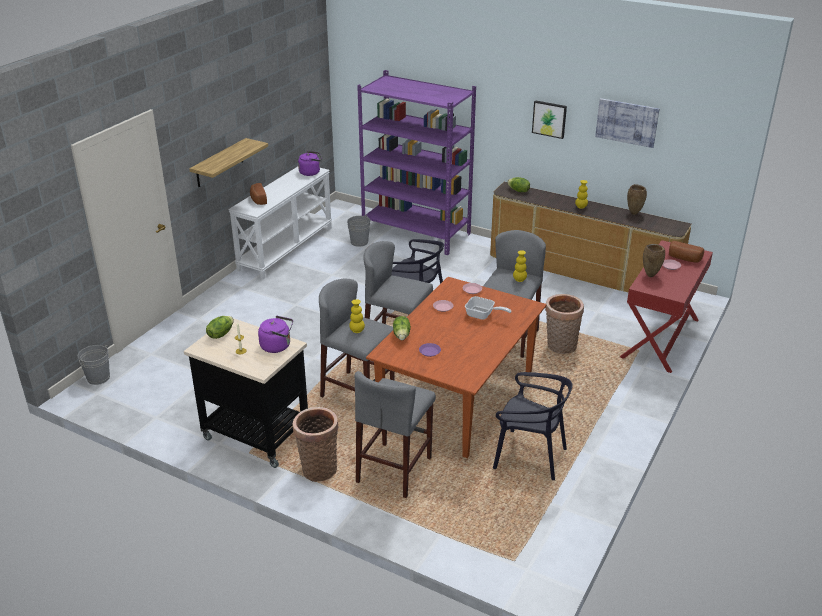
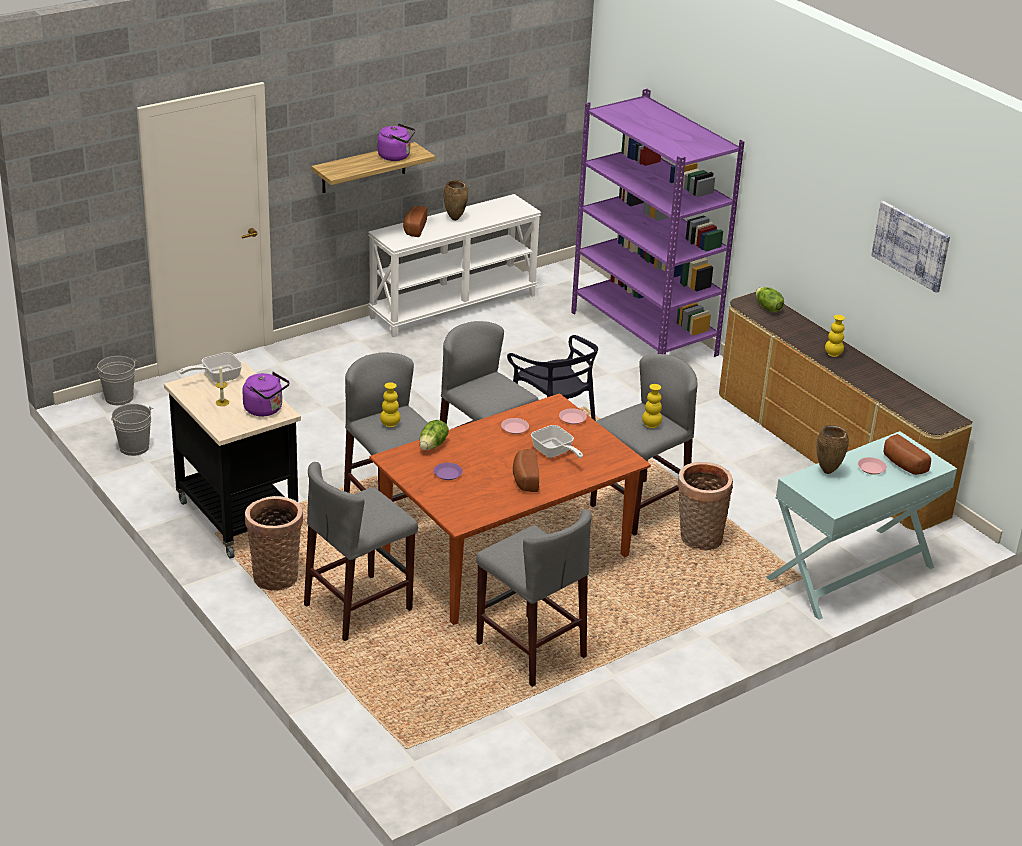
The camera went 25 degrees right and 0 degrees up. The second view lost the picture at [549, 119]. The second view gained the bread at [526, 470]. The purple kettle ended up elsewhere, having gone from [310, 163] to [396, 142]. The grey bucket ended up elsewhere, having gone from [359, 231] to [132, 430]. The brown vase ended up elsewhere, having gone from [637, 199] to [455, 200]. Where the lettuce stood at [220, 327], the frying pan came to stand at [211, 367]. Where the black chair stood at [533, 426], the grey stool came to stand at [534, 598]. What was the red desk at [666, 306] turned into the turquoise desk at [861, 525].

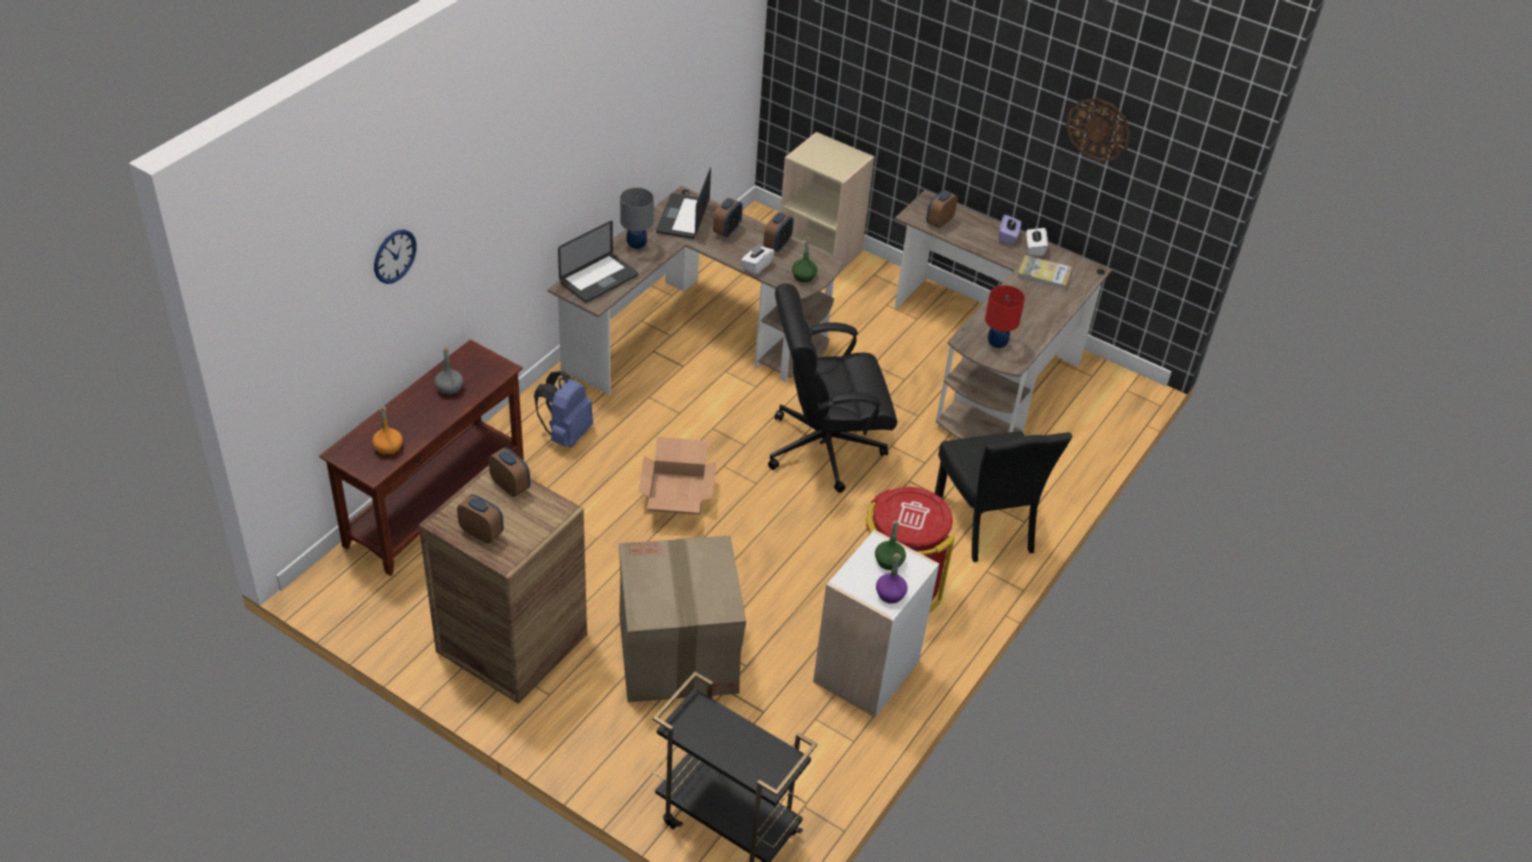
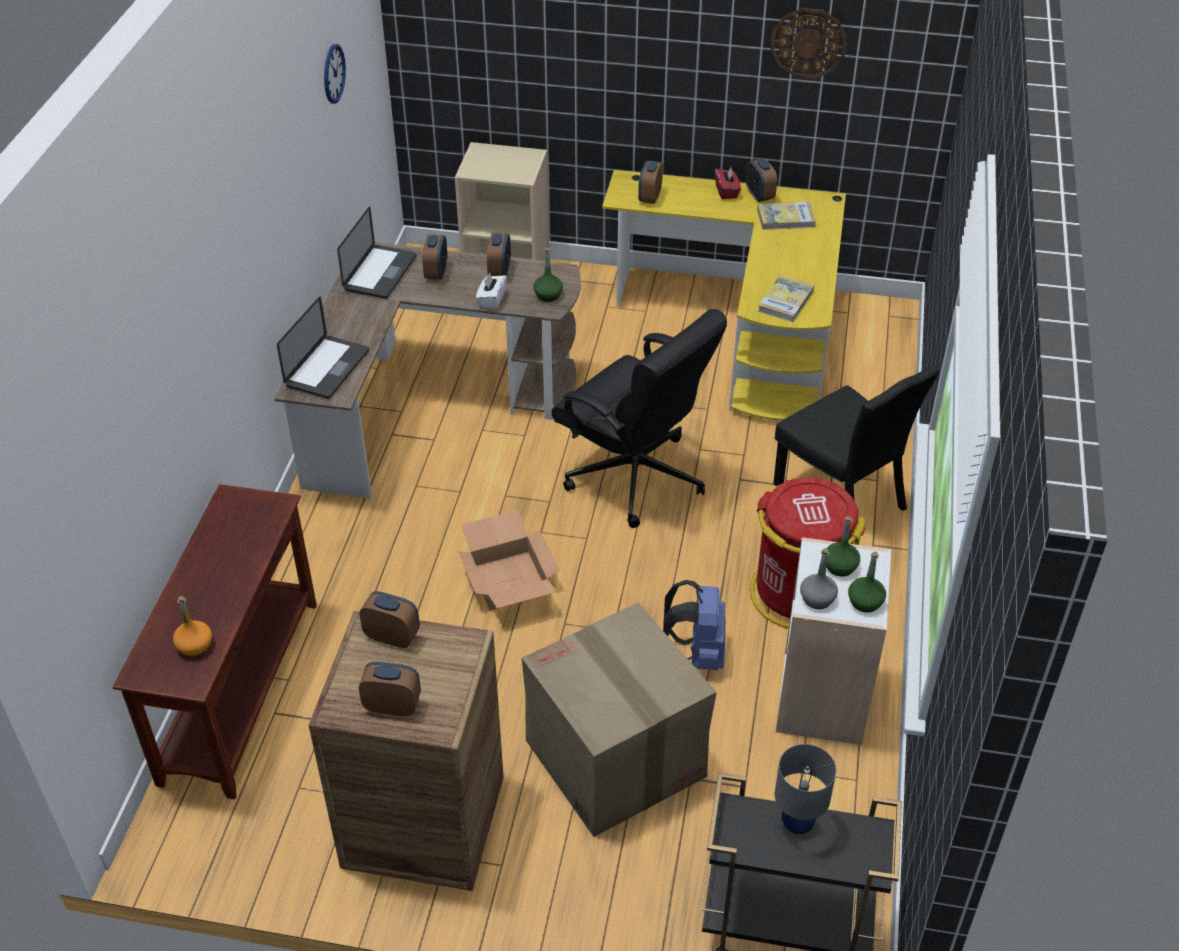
The camera went 20 degrees left and 0 degrees up. The wall clock ended up elsewhere, having gone from [395, 256] to [335, 74]. The grey bottle ended up elsewhere, having gone from [449, 371] to [819, 578]. The blue backpack ended up elsewhere, having gone from [563, 409] to [694, 625]. The grey table lamp ended up elsewhere, having gone from [637, 218] to [805, 789]. Where the red table lamp stood at [1005, 316], the book came to stand at [786, 298]. Where the white tissue box stood at [1037, 242], the alarm clock came to stand at [761, 180]. What was the purple bottle at [892, 578] turned into the green bottle at [867, 582]. What was the brown desk at [1003, 314] turned into the yellow desk at [724, 295]. What was the purple tissue box at [1010, 229] turned into the red tissue box at [728, 183]. The laptop at [683, 203] ended up facing another way, 150 degrees counterclockwise from before. The black office chair at [832, 388] ended up facing another way, 105 degrees counterclockwise from before.

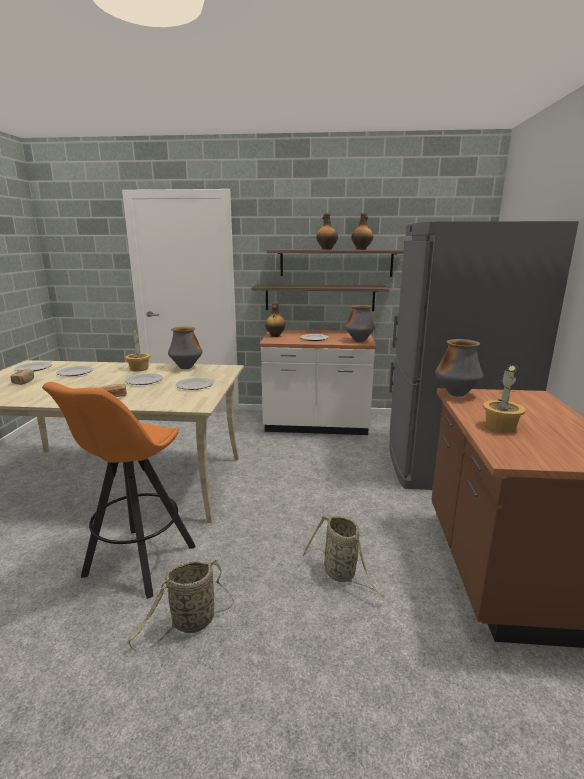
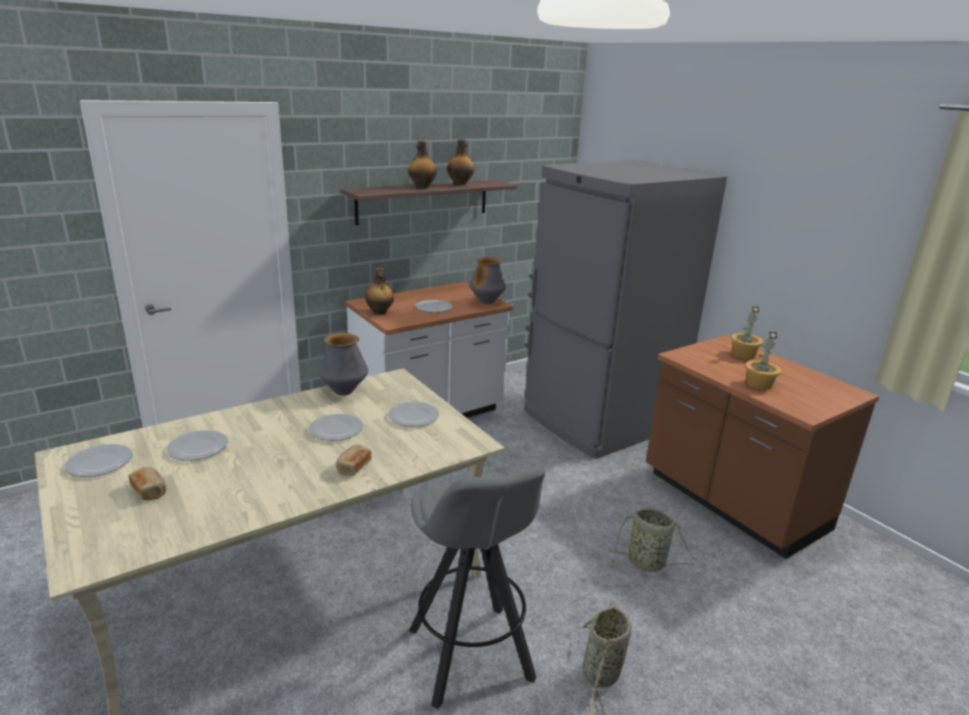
The camera went 40 degrees left and 5 degrees up. The second view lost the shelf at [320, 297]. The second view lost the vase at [459, 368]. The potted plant ended up elsewhere, having gone from [138, 350] to [747, 332]. What was the orange stool at [119, 490] turned into the grey stool at [477, 587].

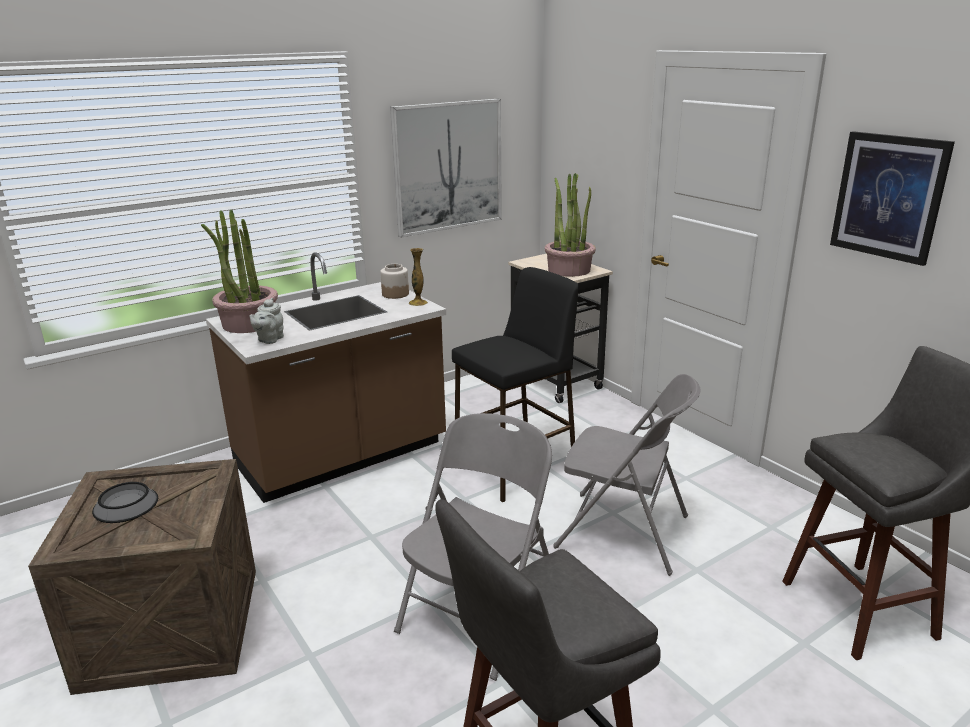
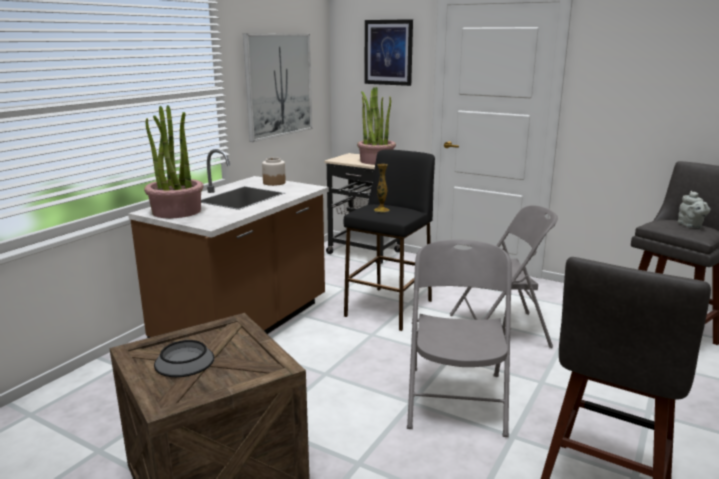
The camera went 25 degrees left and 5 degrees down. The grey teapot ended up elsewhere, having gone from [266, 321] to [694, 209]. The vase ended up elsewhere, having gone from [418, 277] to [381, 188]. The picture ended up elsewhere, having gone from [892, 198] to [389, 52].

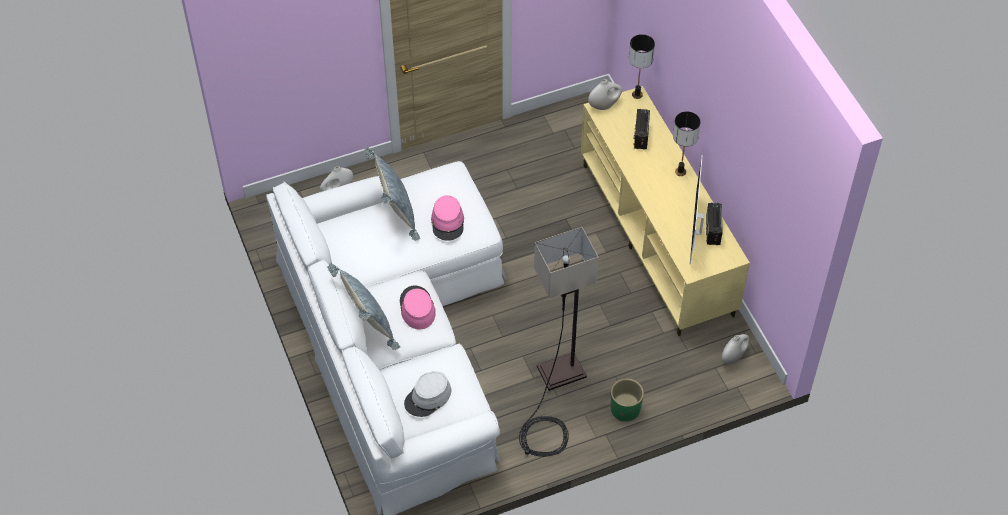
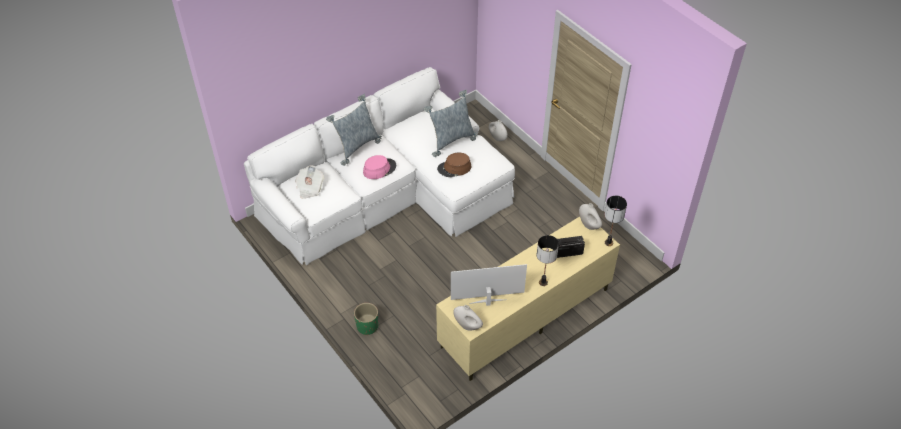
The camera went 75 degrees right and 5 degrees down. The second view lost the floor lamp at [559, 342]. The second view lost the radio at [714, 224]. The white vase ended up elsewhere, having gone from [735, 349] to [468, 318]. Where the grey hat stood at [427, 394], the newspaper came to stand at [309, 182]. What was the pink hat at [447, 218] turned into the brown hat at [454, 164].

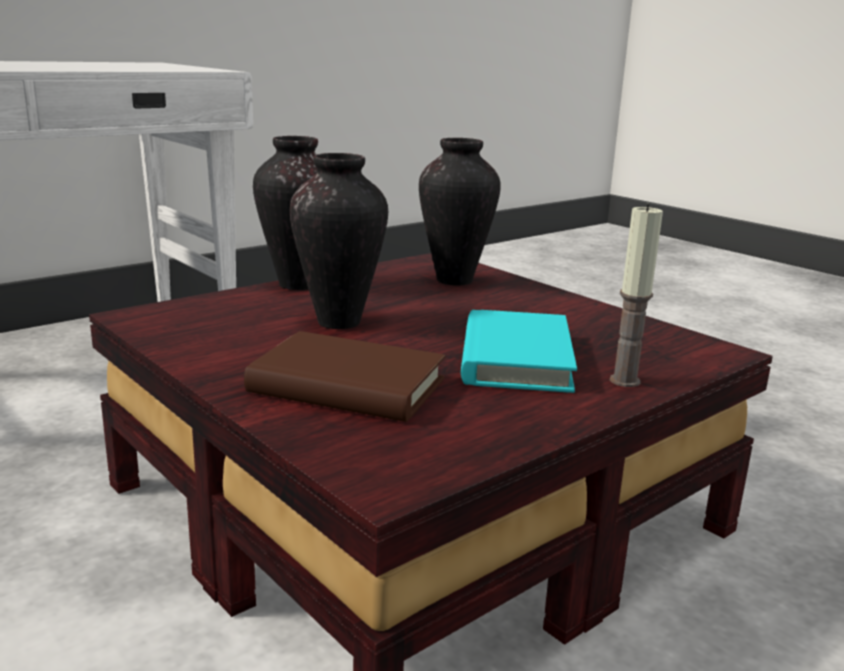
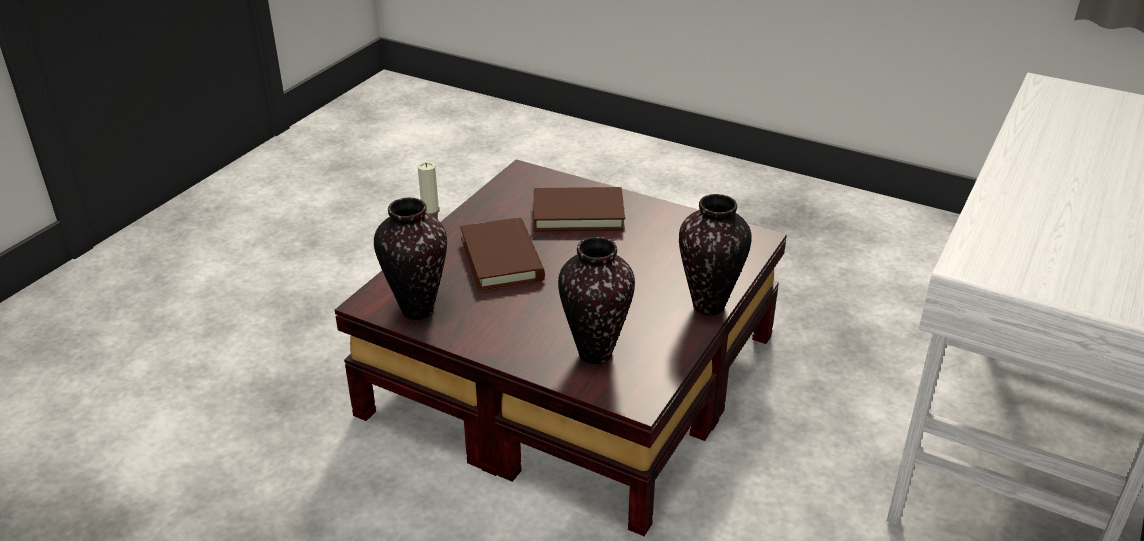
The camera went 160 degrees right and 15 degrees up. The vase ended up elsewhere, having gone from [339, 241] to [410, 259]. What was the turquoise book at [519, 351] turned into the brown book at [502, 254].

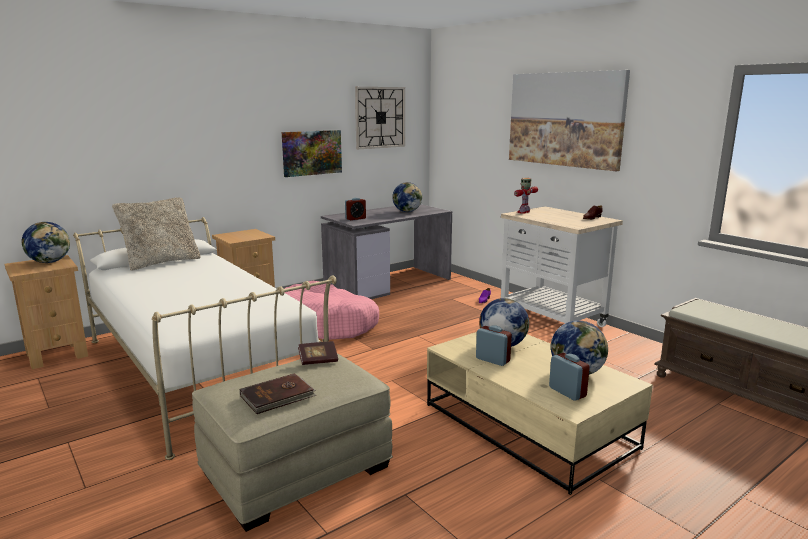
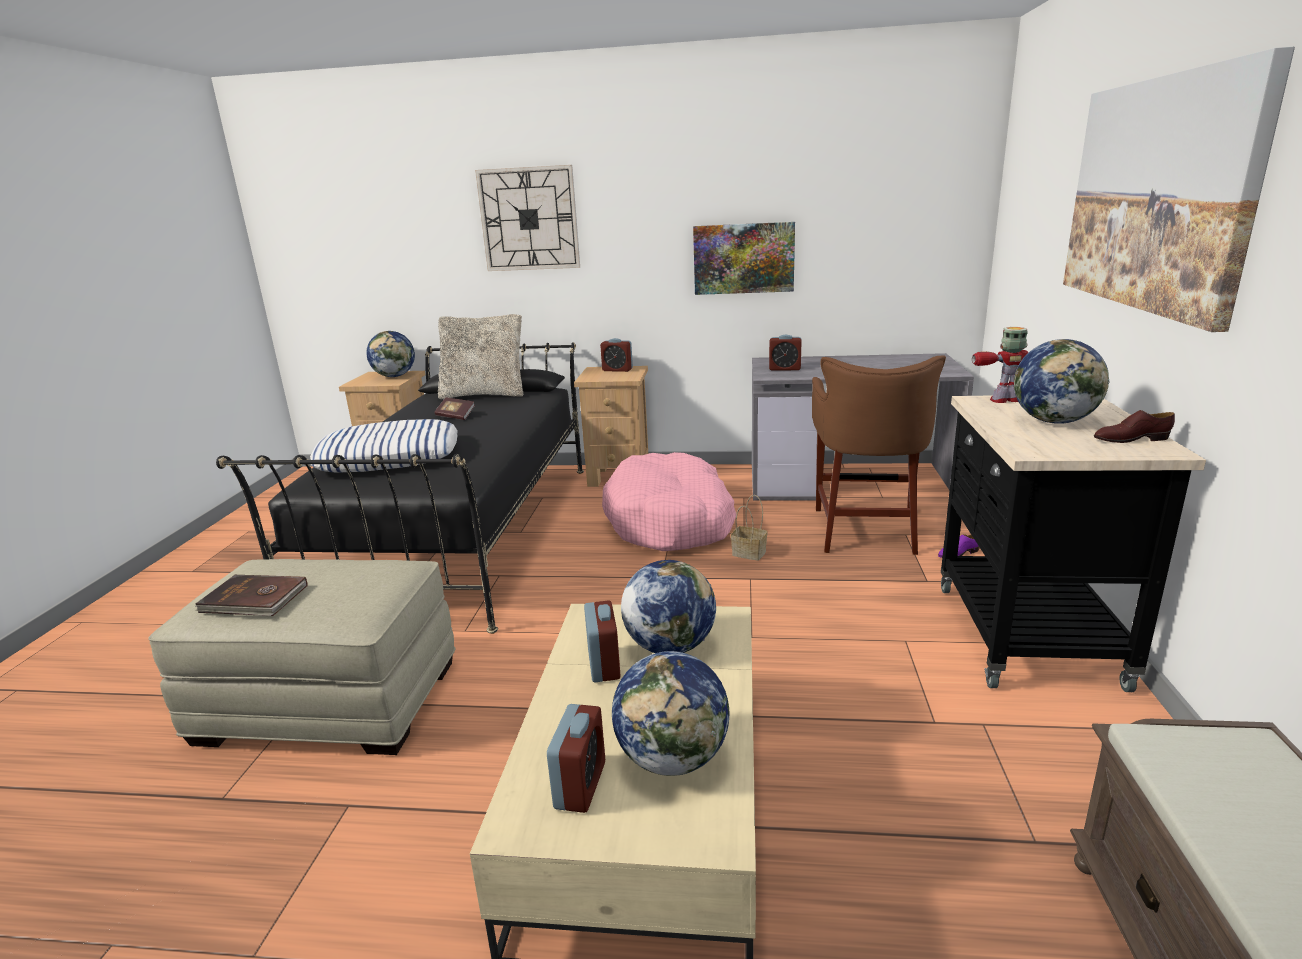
The camera went 45 degrees right and 5 degrees up. The second view gained the pillow at [384, 445]. The second view gained the alarm clock at [616, 355]. The second view gained the basket at [749, 528]. The second view gained the brown stool at [879, 455]. The book ended up elsewhere, having gone from [318, 353] to [454, 409]. The wall clock ended up elsewhere, having gone from [380, 118] to [527, 218]. The globe ended up elsewhere, having gone from [407, 197] to [1061, 381]. What was the white bed at [205, 338] turned into the black bed at [400, 488]. What was the white cart at [562, 267] turned into the black cart at [1073, 543].

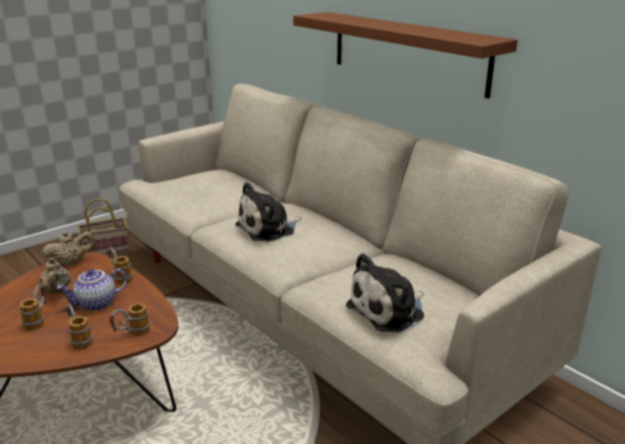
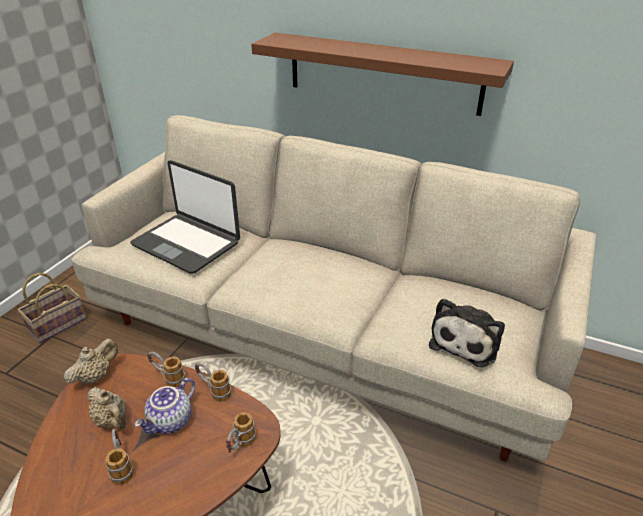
The camera went 25 degrees left and 10 degrees up. The second view lost the plush toy at [268, 212]. The second view gained the laptop at [185, 217]. The mug ended up elsewhere, having gone from [79, 327] to [213, 382].

